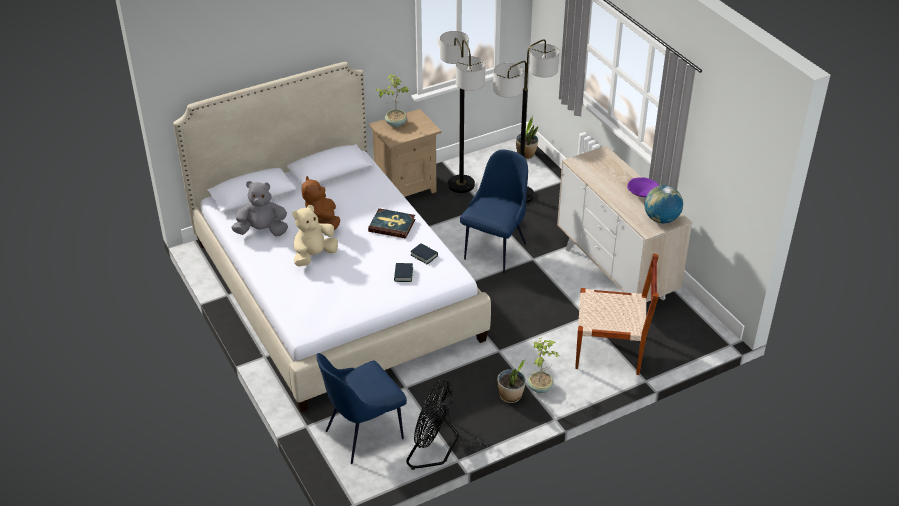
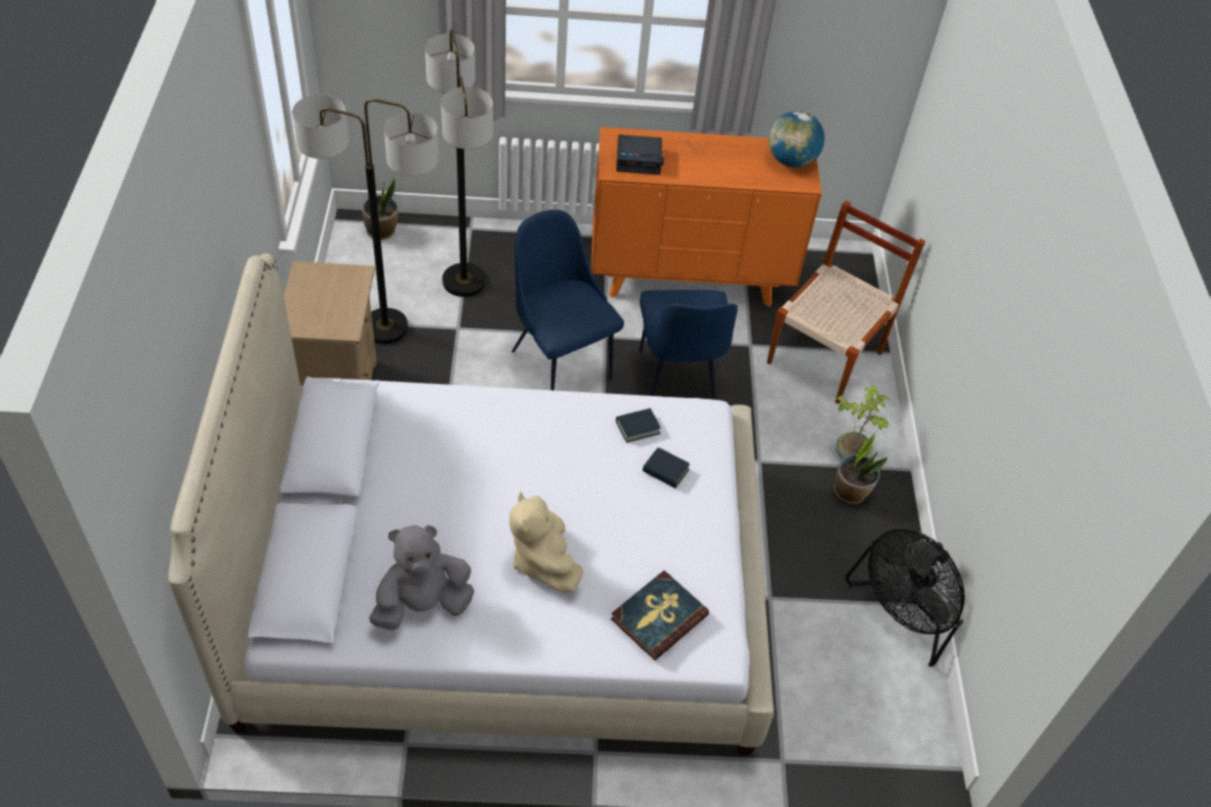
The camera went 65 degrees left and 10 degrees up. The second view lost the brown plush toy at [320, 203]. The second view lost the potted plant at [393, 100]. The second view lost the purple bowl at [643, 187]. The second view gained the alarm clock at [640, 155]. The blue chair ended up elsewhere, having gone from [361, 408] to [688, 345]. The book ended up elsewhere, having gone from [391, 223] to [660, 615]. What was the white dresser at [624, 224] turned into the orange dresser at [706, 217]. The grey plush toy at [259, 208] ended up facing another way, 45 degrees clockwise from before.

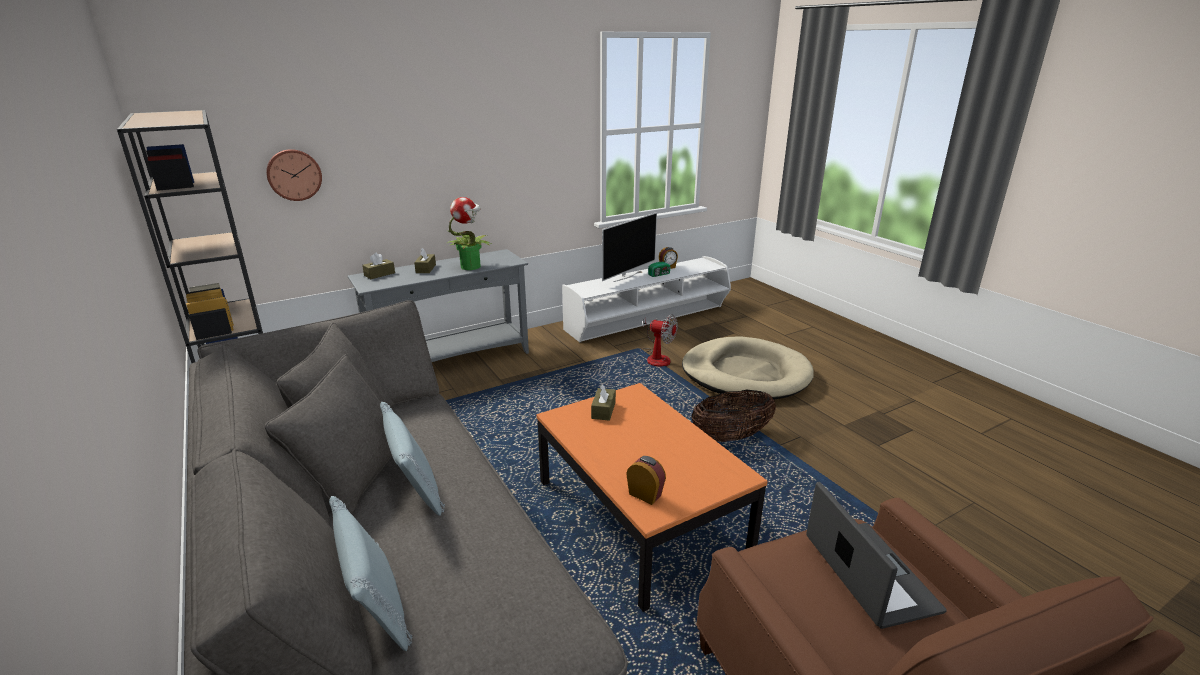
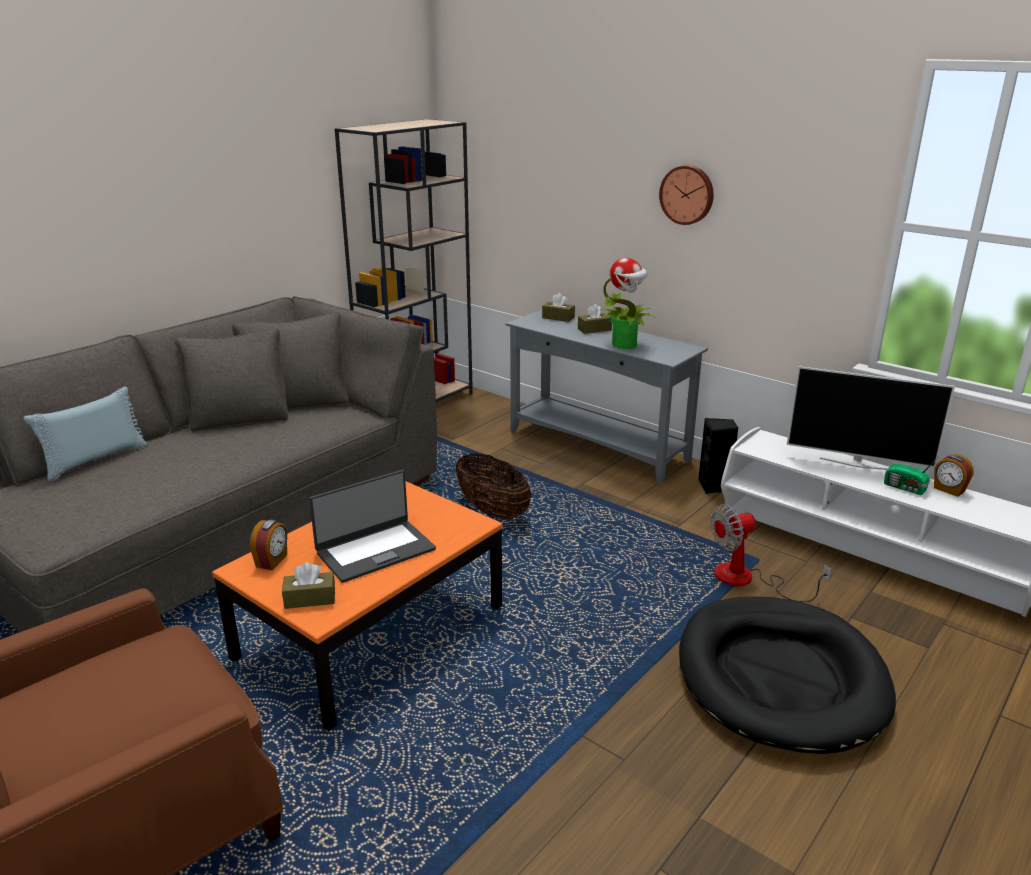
The camera went 70 degrees right and 0 degrees up. The second view lost the blue pillow at [412, 459]. The second view gained the black speaker at [718, 456]. The wall clock ended up elsewhere, having gone from [294, 175] to [686, 195]. The brown tissue box ended up elsewhere, having gone from [603, 402] to [308, 586]. The basket ended up elsewhere, having gone from [734, 416] to [493, 486]. The laptop ended up elsewhere, having gone from [876, 555] to [372, 526]. What was the beige dog bed at [748, 368] turned into the black dog bed at [787, 675]. The fan at [659, 340] ended up facing another way, 60 degrees clockwise from before.

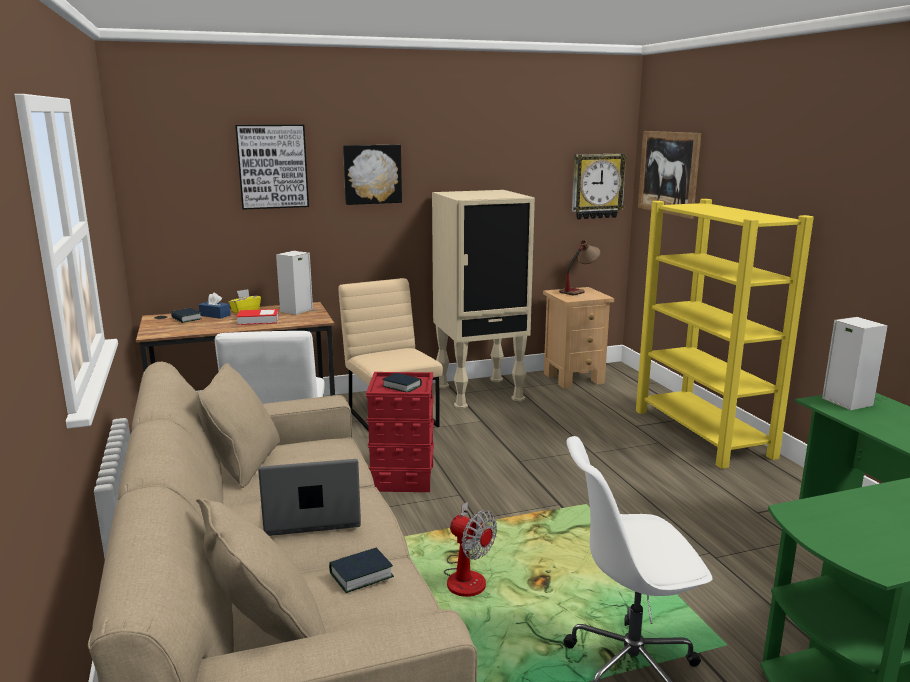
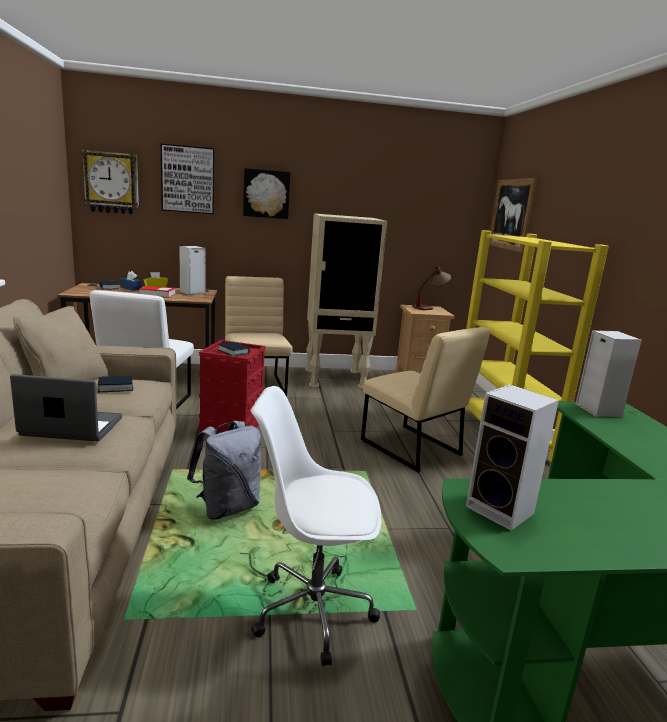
The camera went 10 degrees right and 0 degrees up. The second view gained the beige chair at [425, 399]. The second view gained the speaker at [512, 457]. The book ended up elsewhere, having gone from [361, 570] to [115, 384]. The wall clock ended up elsewhere, having gone from [600, 186] to [110, 182]. Where the fan stood at [470, 549], the grey backpack came to stand at [224, 470].

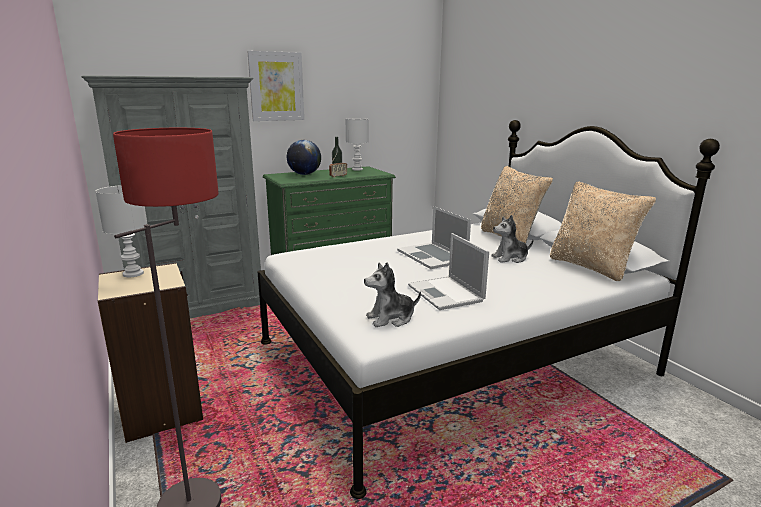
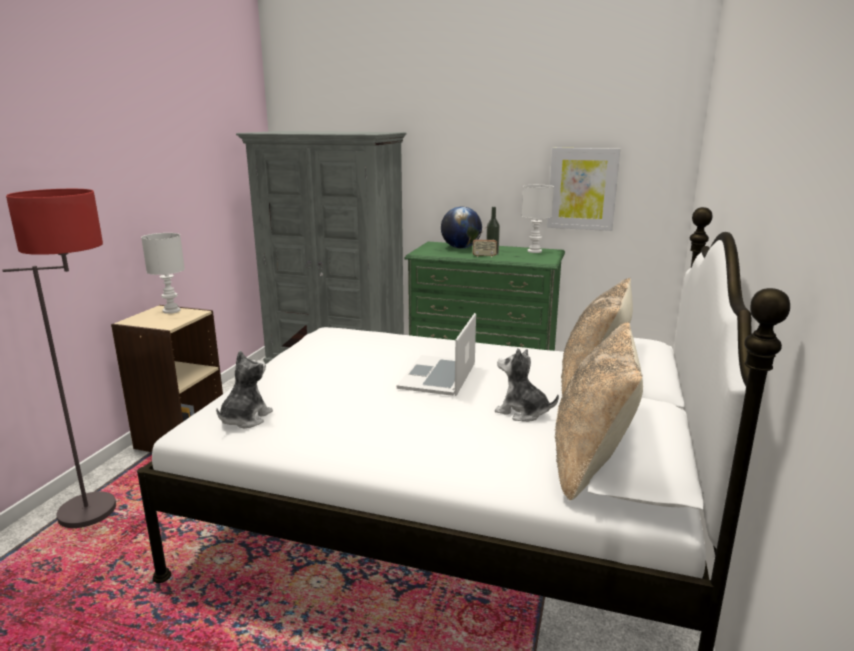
The camera went 45 degrees right and 0 degrees up. The second view lost the laptop at [448, 271]. The picture ended up elsewhere, having gone from [275, 86] to [583, 189]. The plush toy at [392, 294] ended up facing another way, 90 degrees clockwise from before.

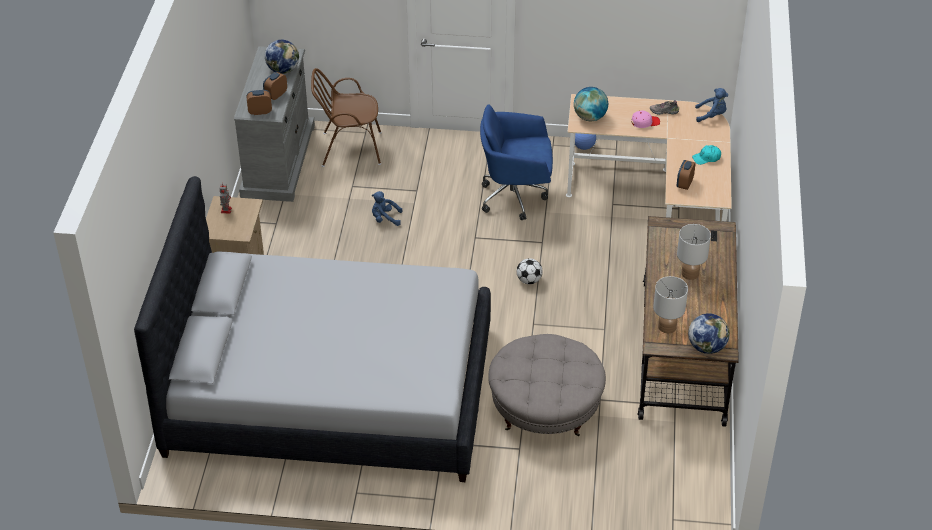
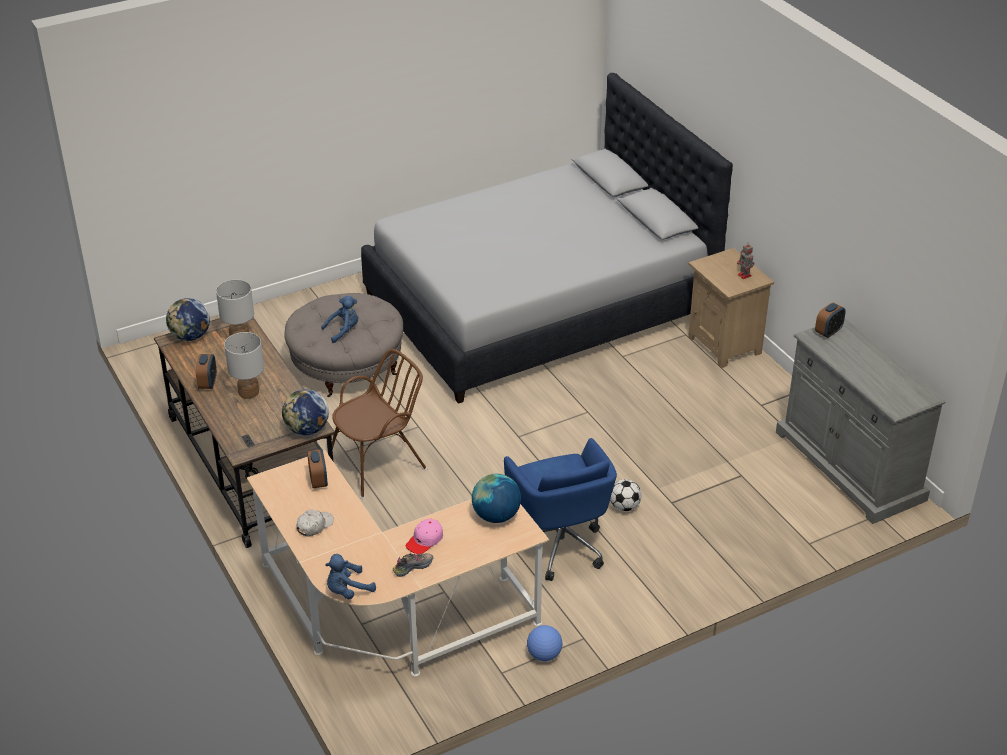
The camera went 145 degrees right and 5 degrees down. The alarm clock ended up elsewhere, having gone from [275, 86] to [206, 371]. The globe ended up elsewhere, having gone from [282, 57] to [305, 412]. The brown chair ended up elsewhere, having gone from [346, 117] to [380, 424]. The blue plush toy ended up elsewhere, having gone from [387, 208] to [339, 319]. The football ended up elsewhere, having gone from [530, 271] to [626, 495]. What was the turquoise cap at [706, 155] turned into the white cap at [315, 523]. The blue office chair at [516, 162] ended up facing another way, 105 degrees clockwise from before.

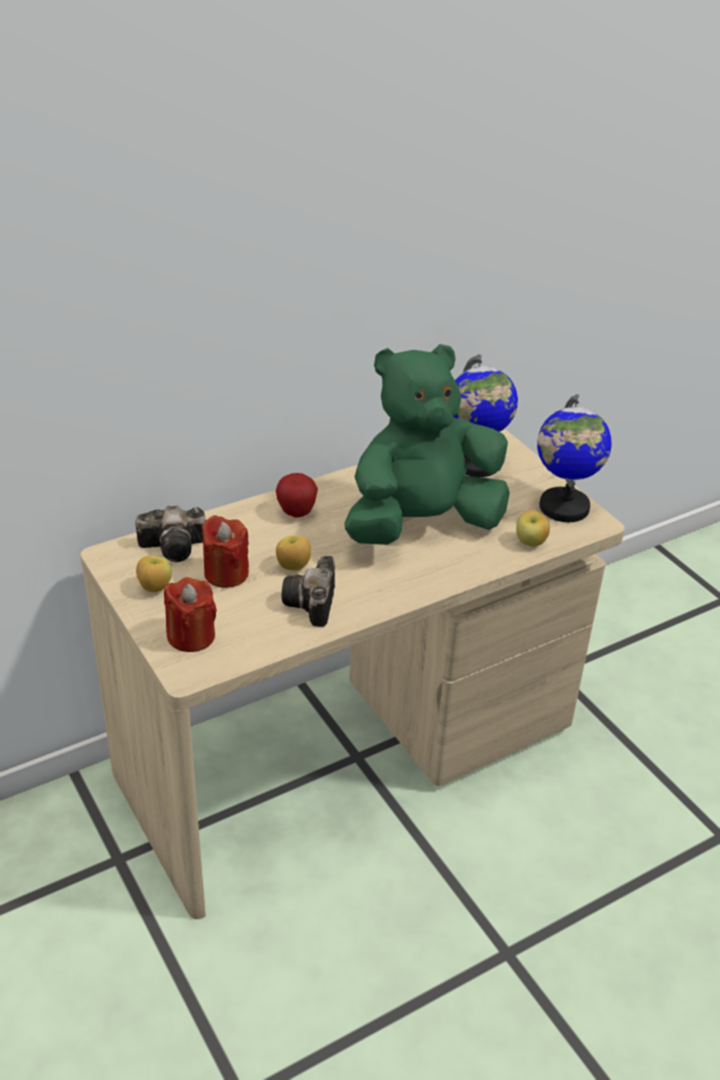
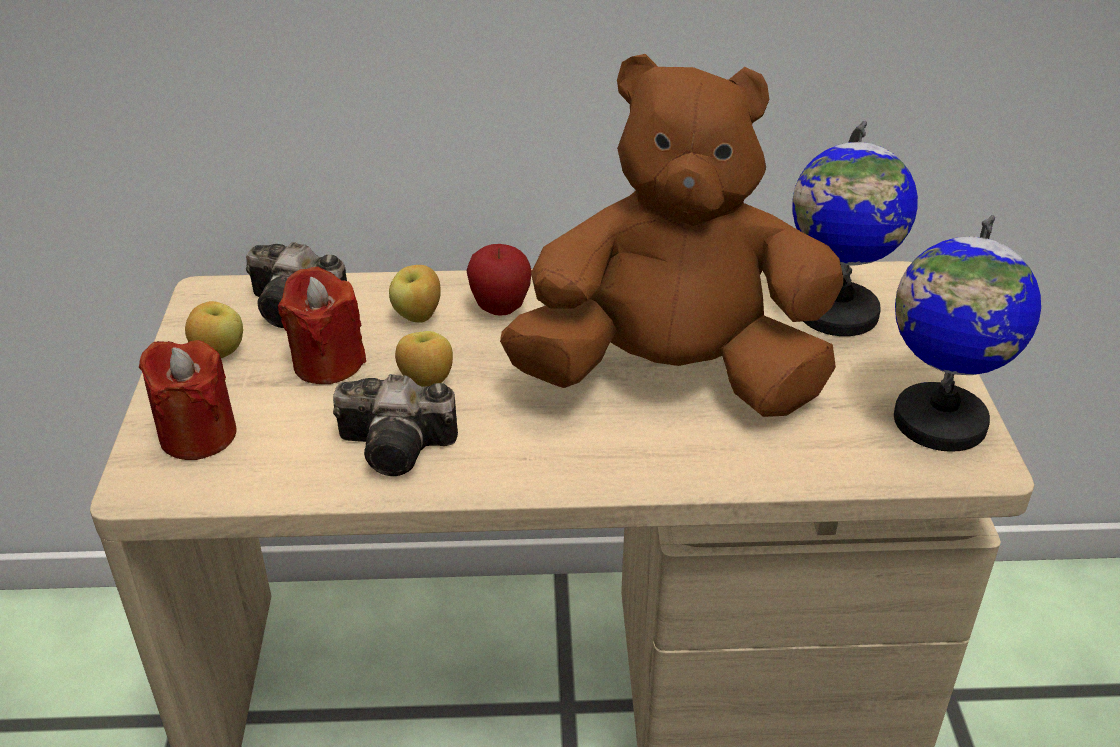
The camera went 30 degrees right and 0 degrees up. The apple ended up elsewhere, having gone from [533, 528] to [415, 294]. What was the green plush toy at [427, 444] turned into the brown plush toy at [671, 235]. The photo camera at [308, 591] ended up facing another way, 120 degrees counterclockwise from before.

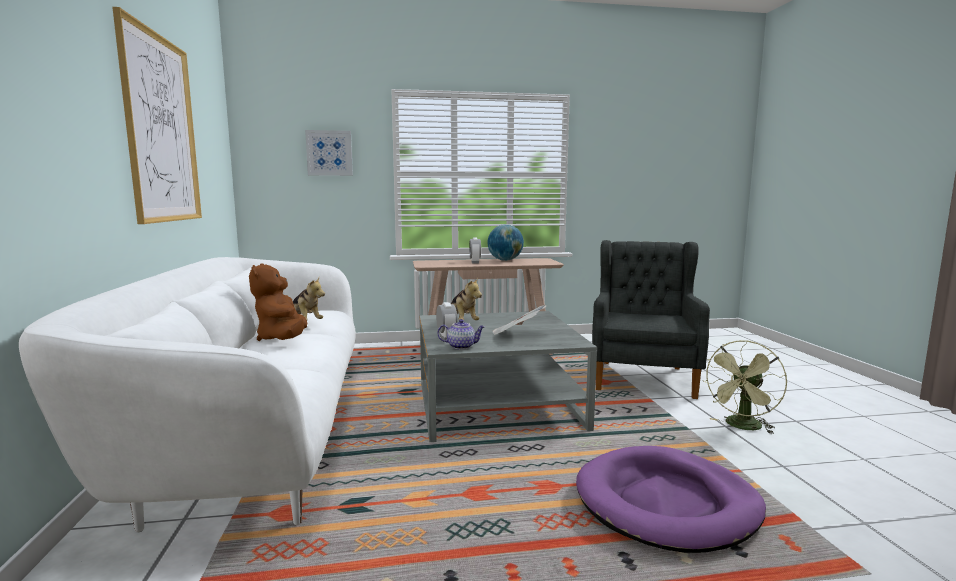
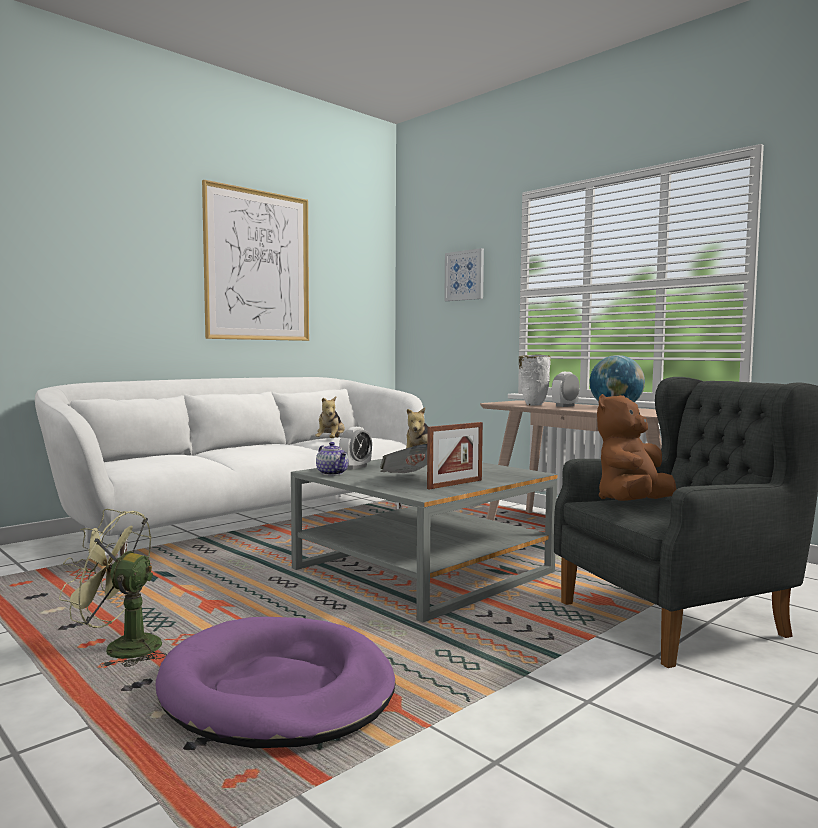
The camera went 55 degrees right and 5 degrees down. The second view gained the picture frame at [455, 455]. The second view gained the white vase at [534, 380]. The brown plush toy ended up elsewhere, having gone from [278, 302] to [636, 447]. The green fan ended up elsewhere, having gone from [745, 387] to [113, 588].

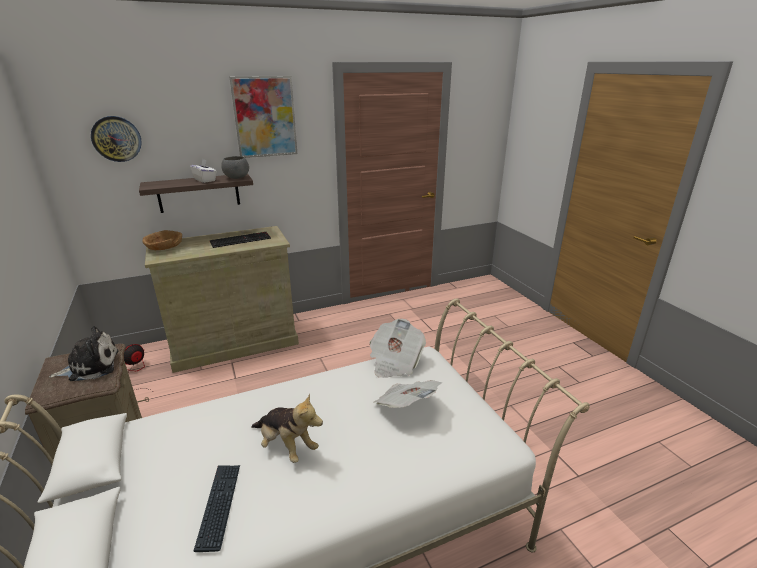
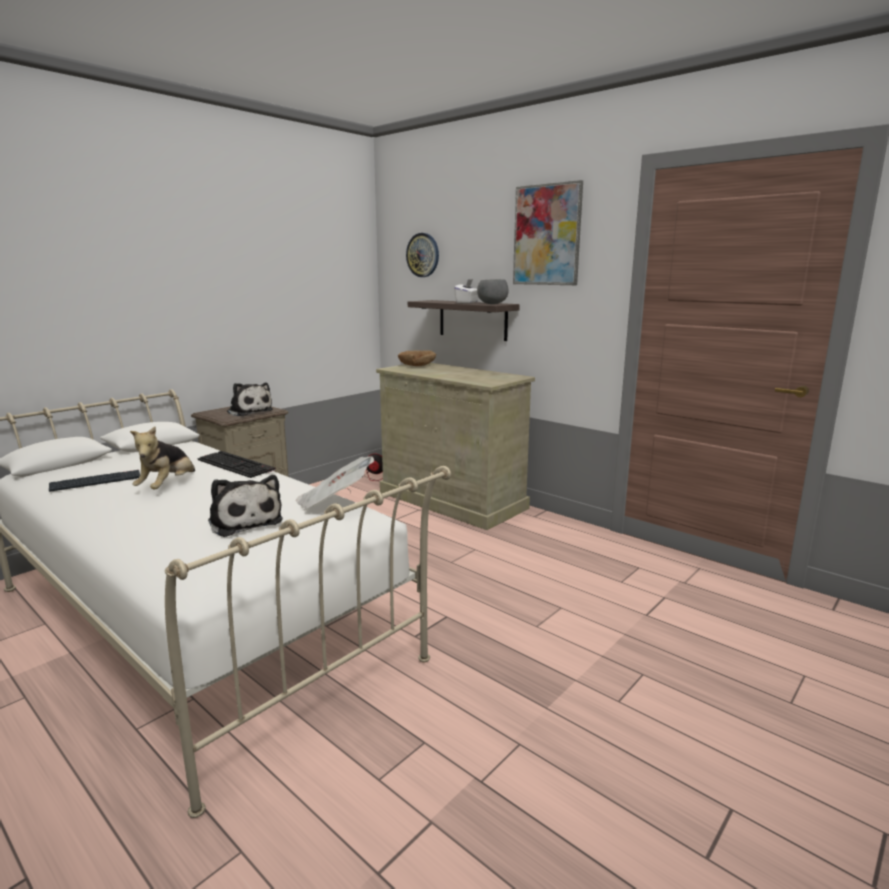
The camera went 65 degrees right and 10 degrees down. The keyboard ended up elsewhere, having gone from [240, 240] to [236, 464]. Where the newspaper stood at [408, 394], the plush toy came to stand at [245, 506].

